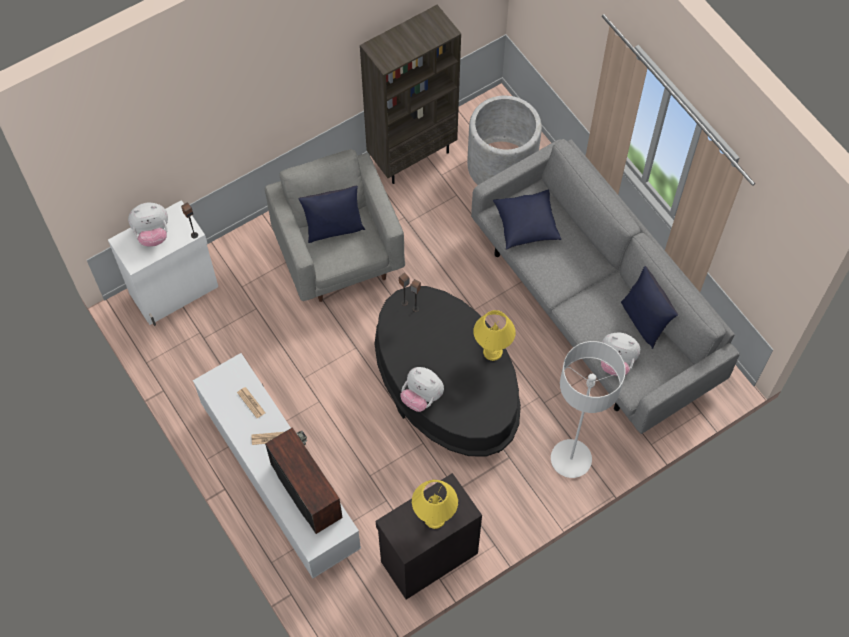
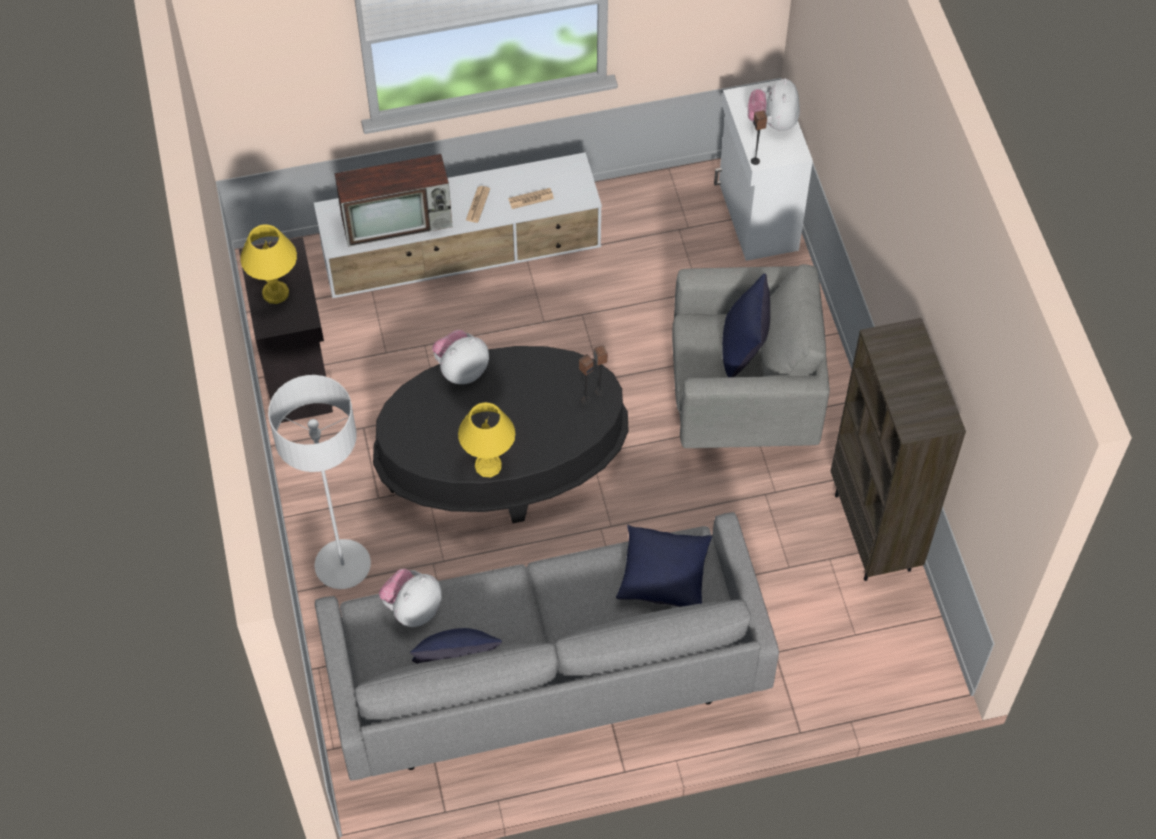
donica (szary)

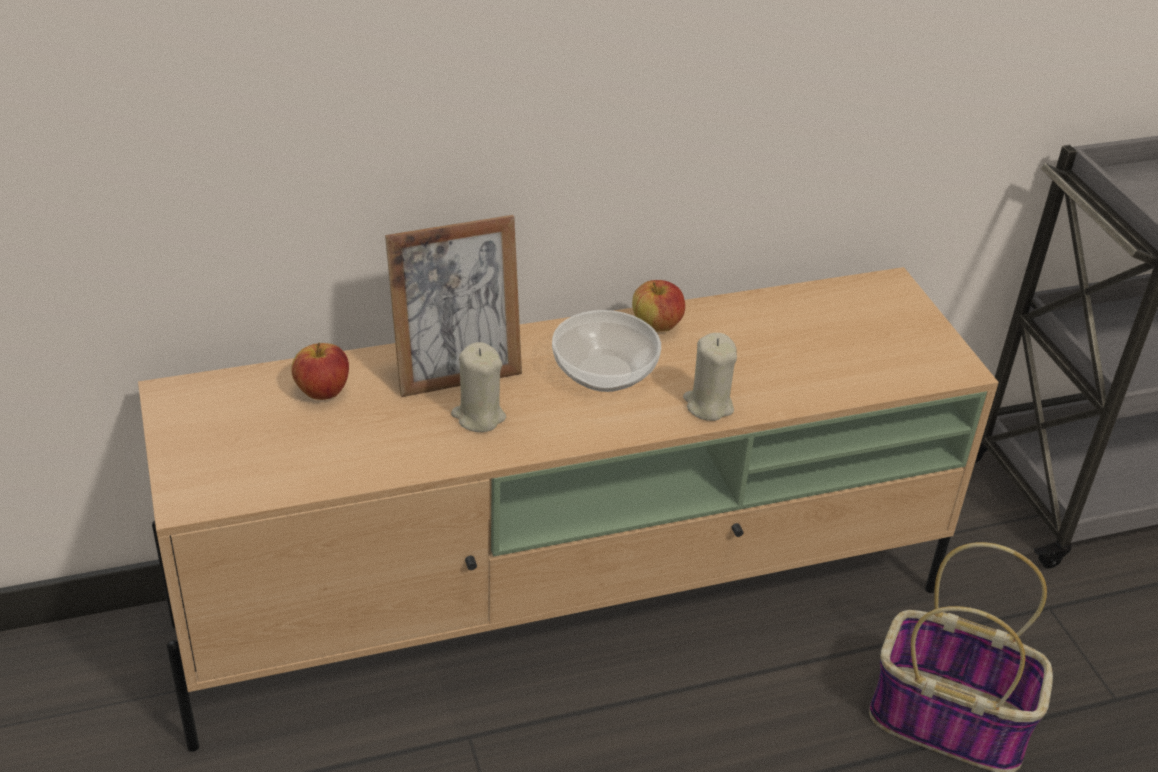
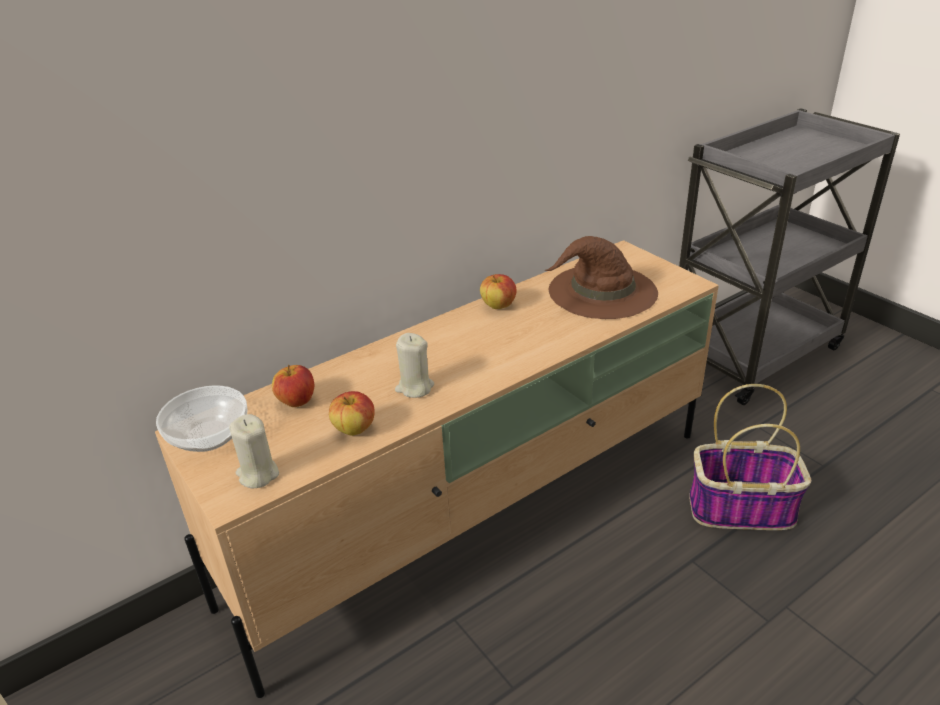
ramka na zdjęcie
jabłko (no. 2 from left)
kapelusz (brązowy)
miska
świeca (beżowy) (no. 1 from left)

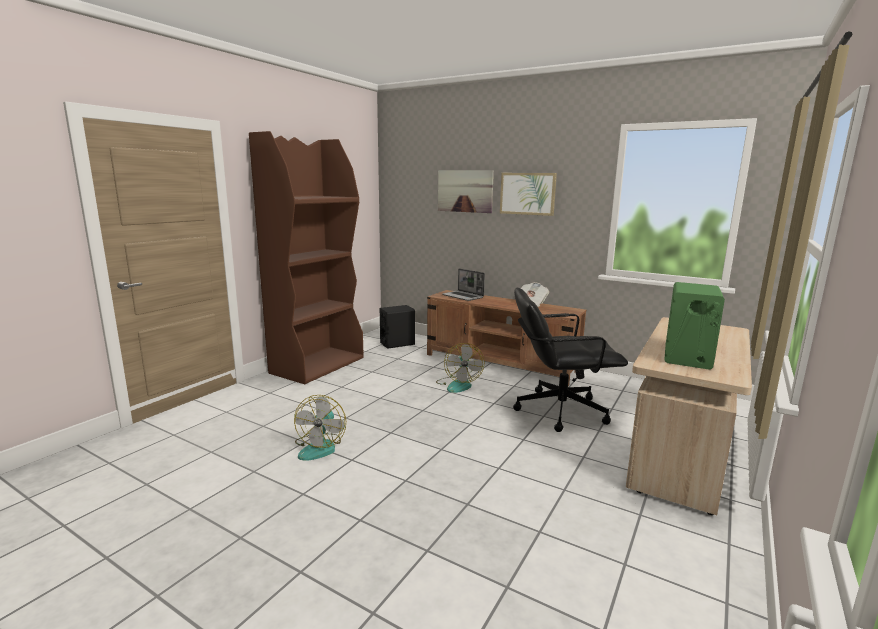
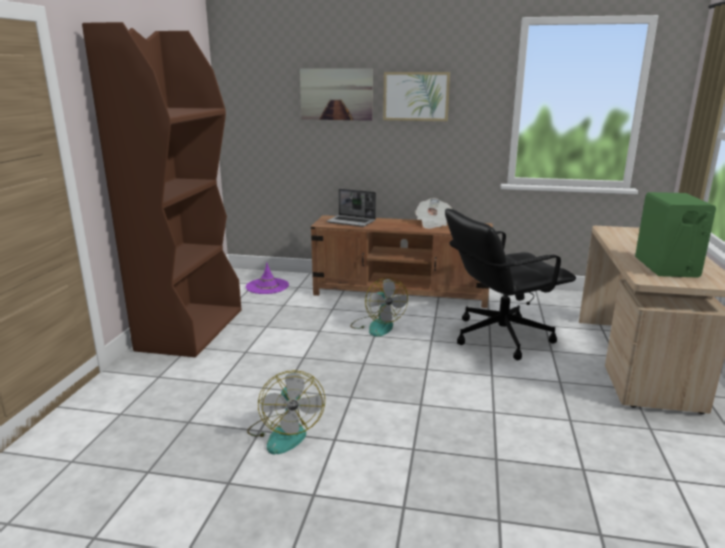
kapelusz (fioletowy)

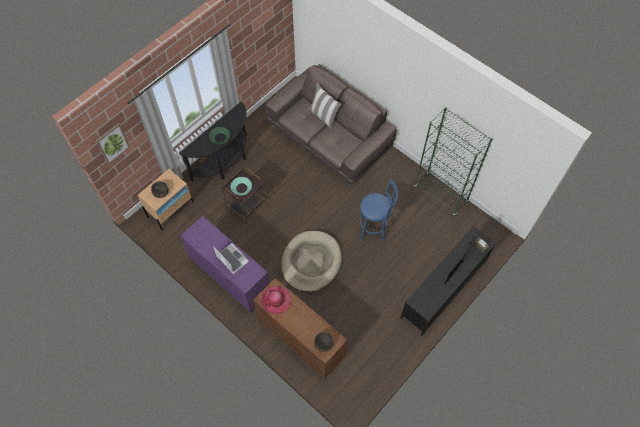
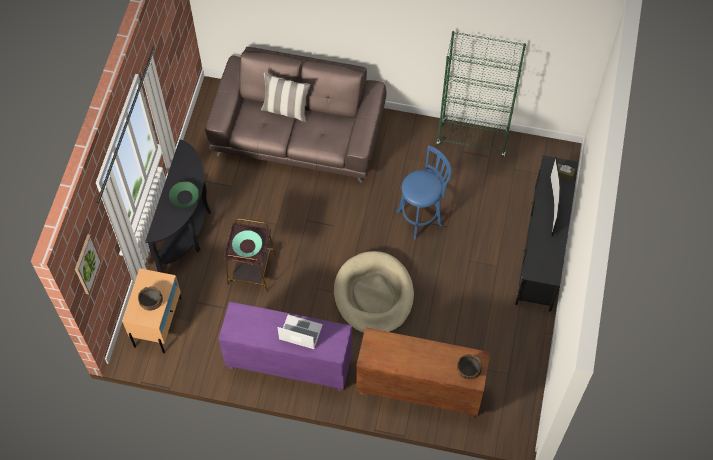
kapelusz

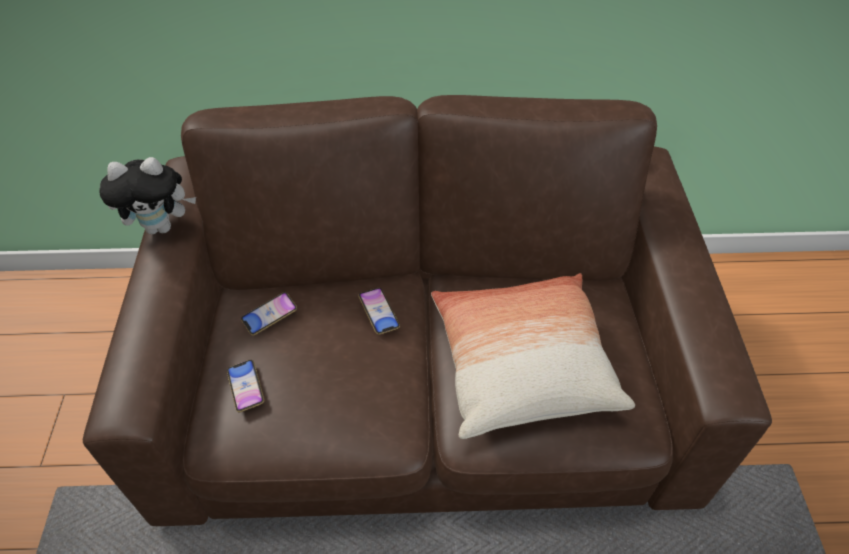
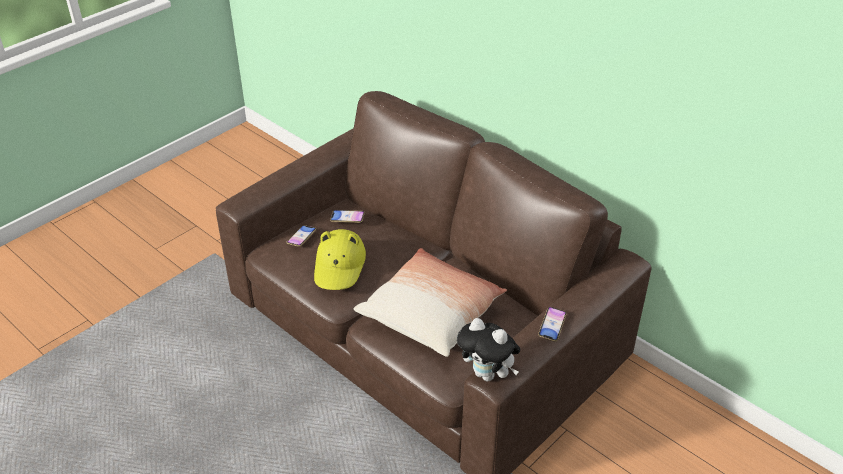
kapelusz (żółty)
pluszak
telefon (no. 3 from left)

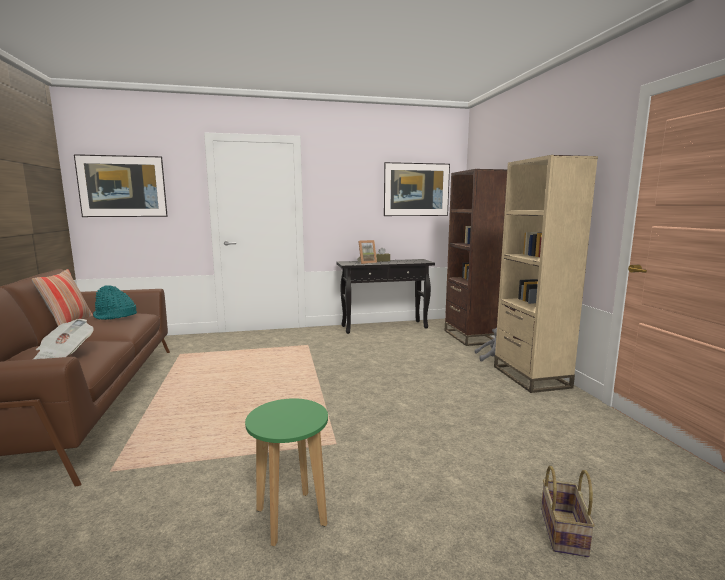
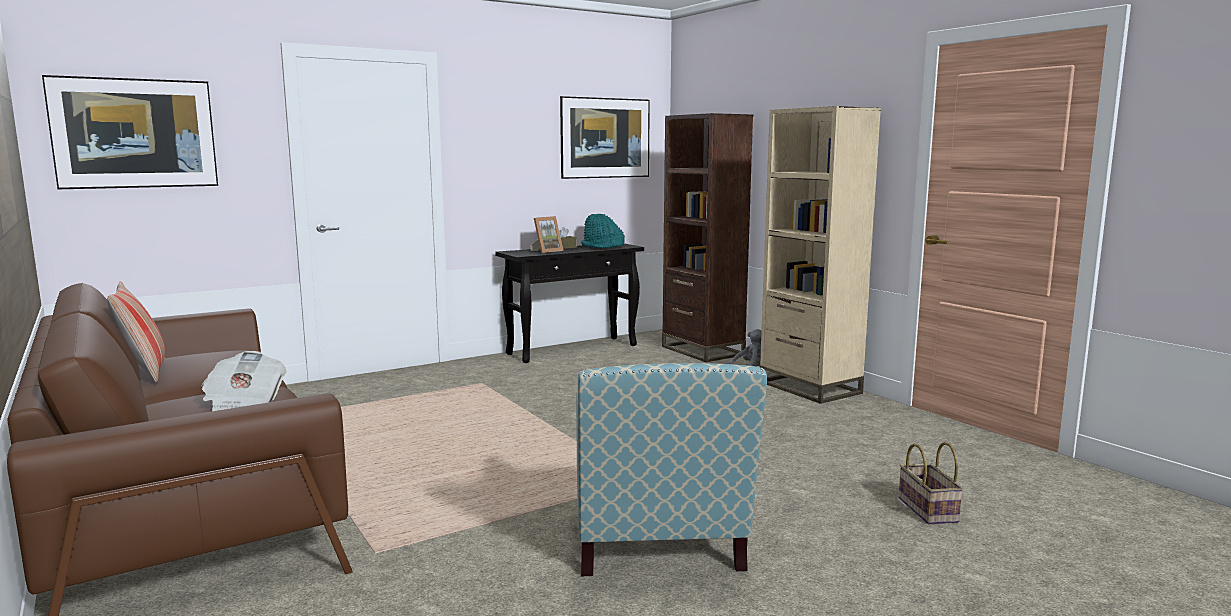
kapelusz (turkusowy)
fotel

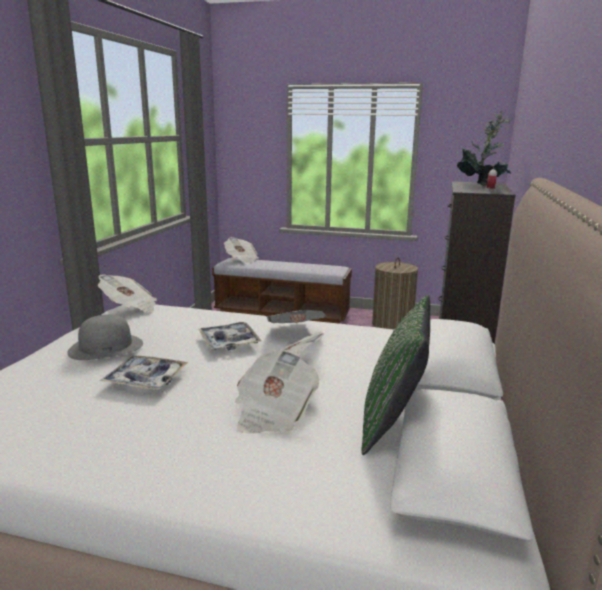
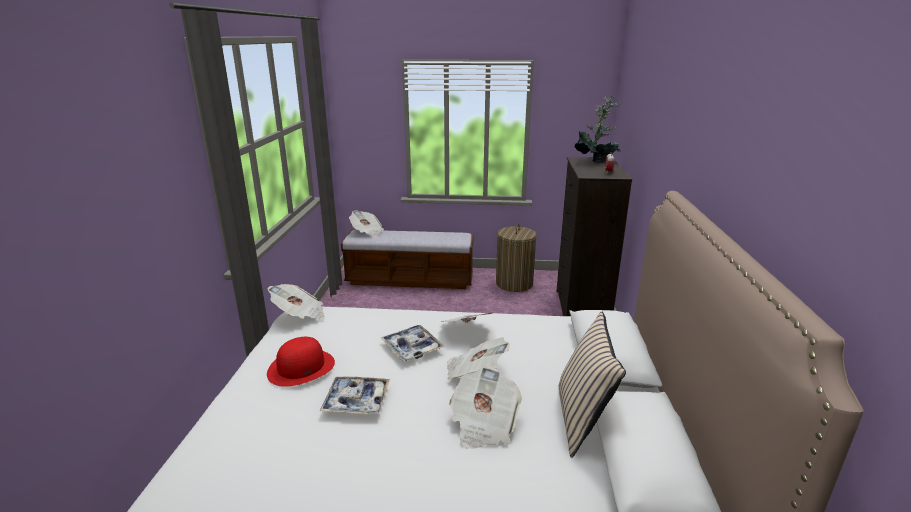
kapelusz (czerwony)
poduszka (beżowy)

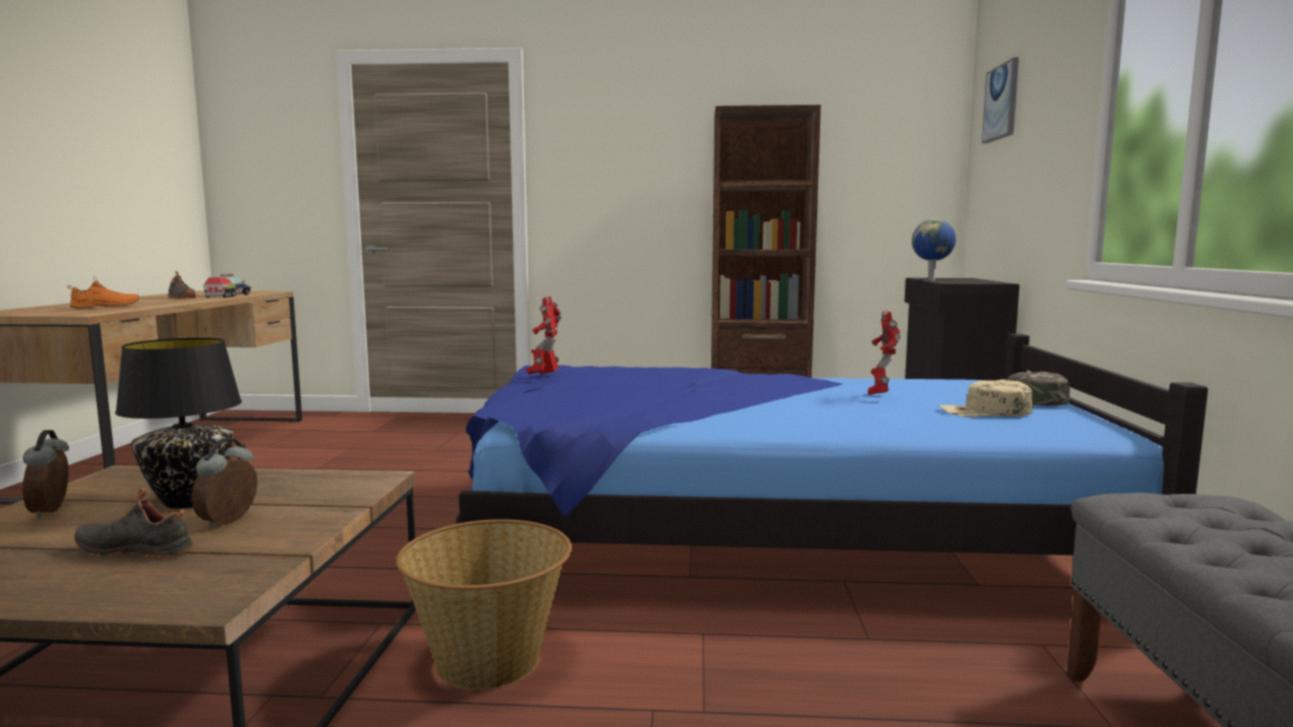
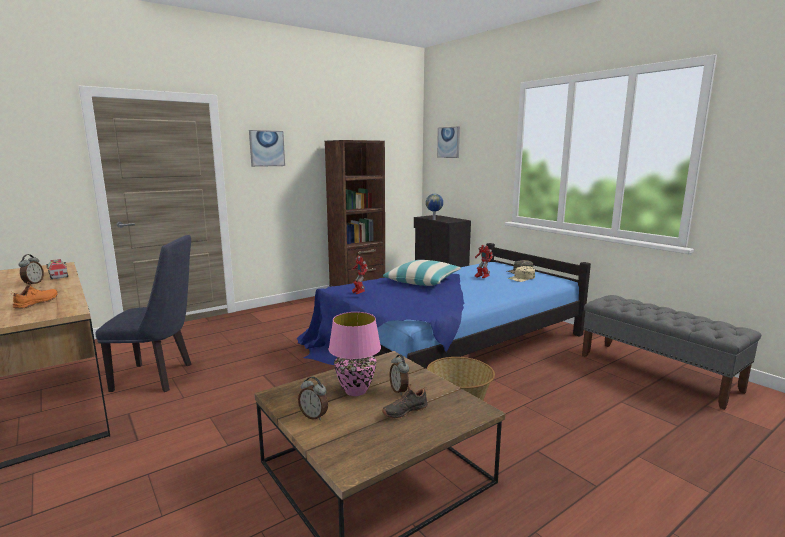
krzesło (niebieski)
obraz (no. 1 from left)
poduszka
budzik (no. 1 from left)
lampa stołowa (różowy)

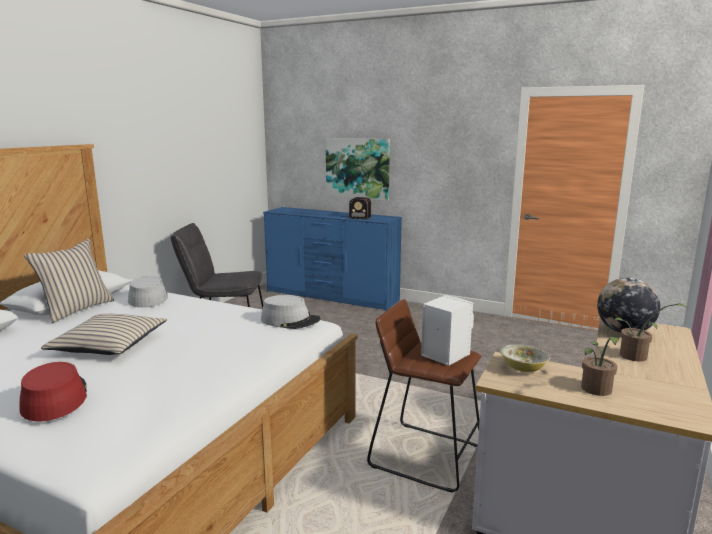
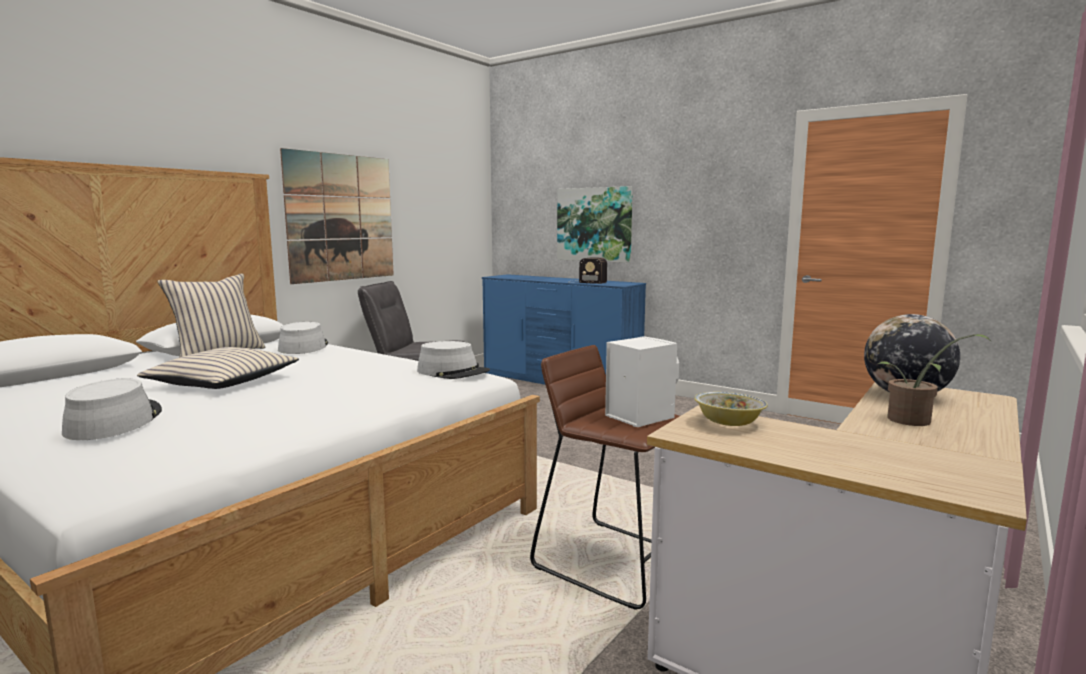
roślina doniczkowa (no. 1 from left in the first image)
obraz (no. 1 from left)
kapelusz (szary) (no. 1 from left)

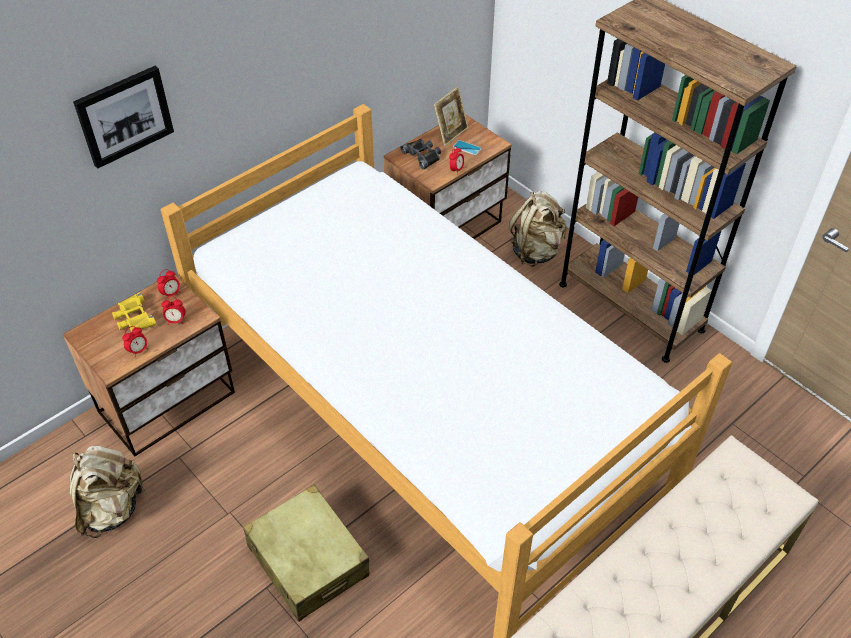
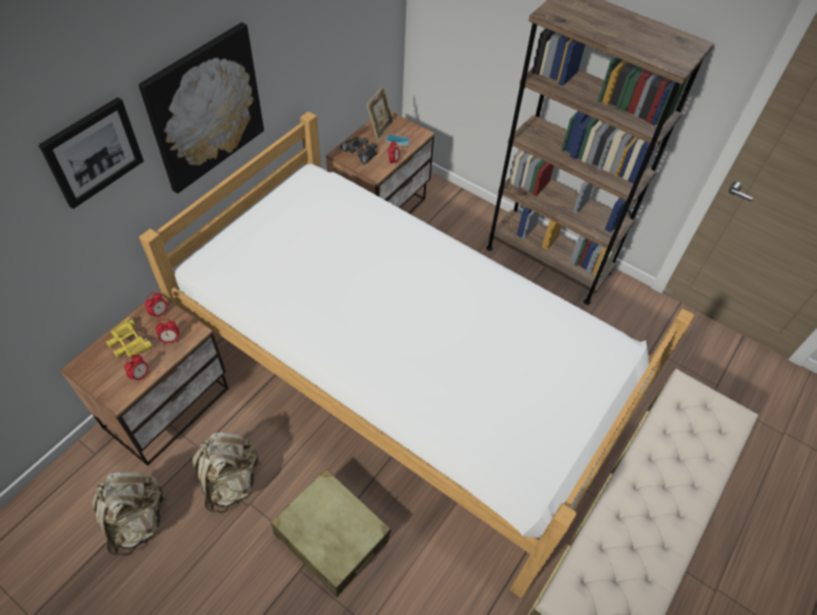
obraz (no. 2 from left)
plecak (beżowy) (no. 2 from left)

